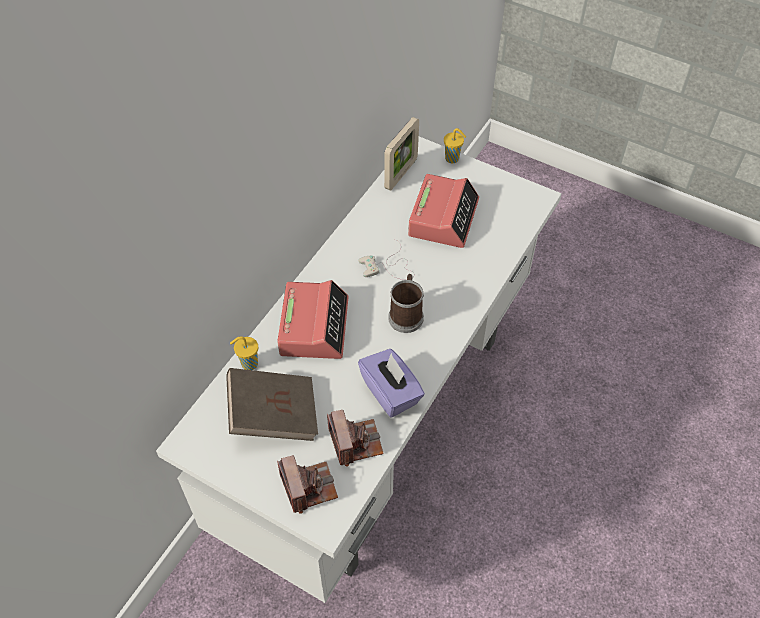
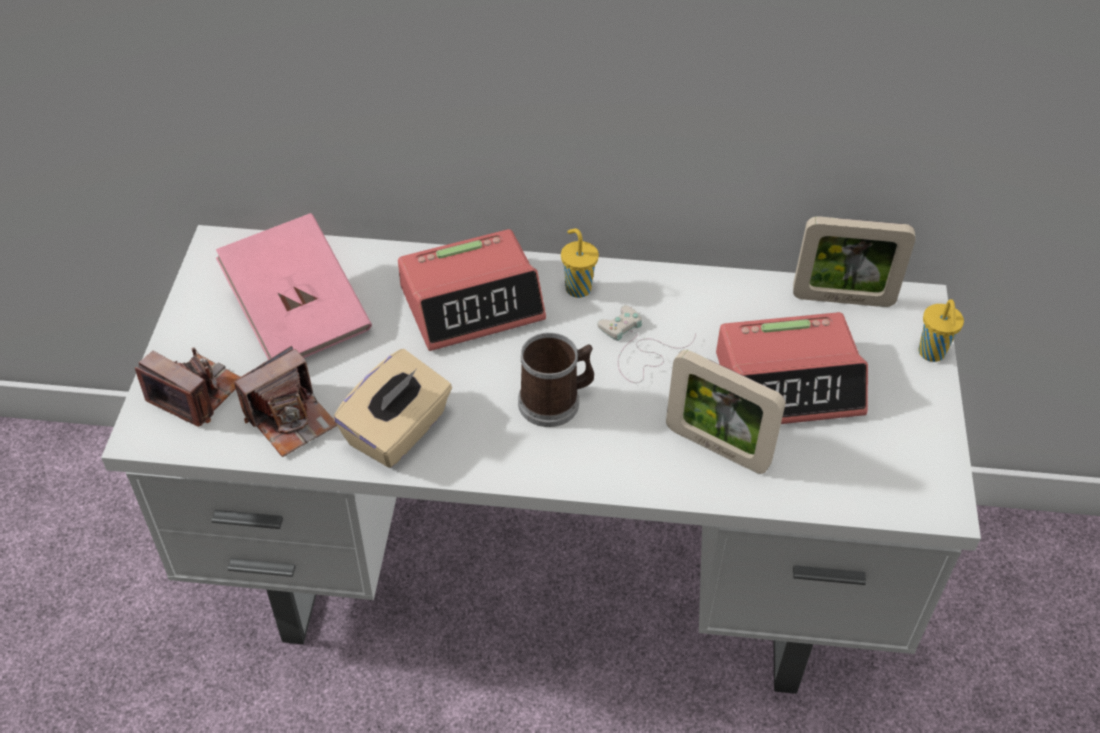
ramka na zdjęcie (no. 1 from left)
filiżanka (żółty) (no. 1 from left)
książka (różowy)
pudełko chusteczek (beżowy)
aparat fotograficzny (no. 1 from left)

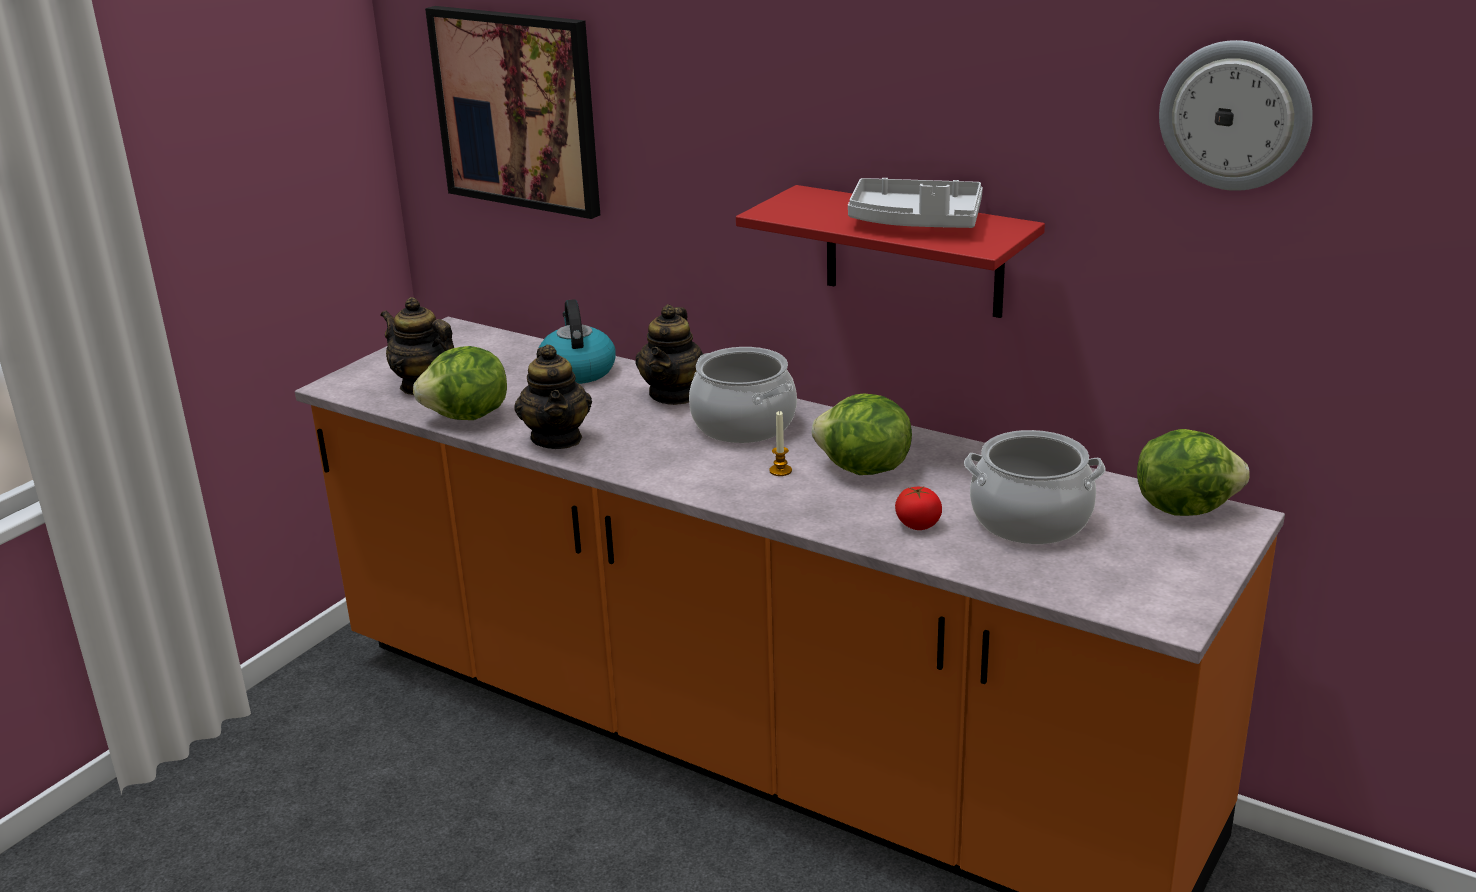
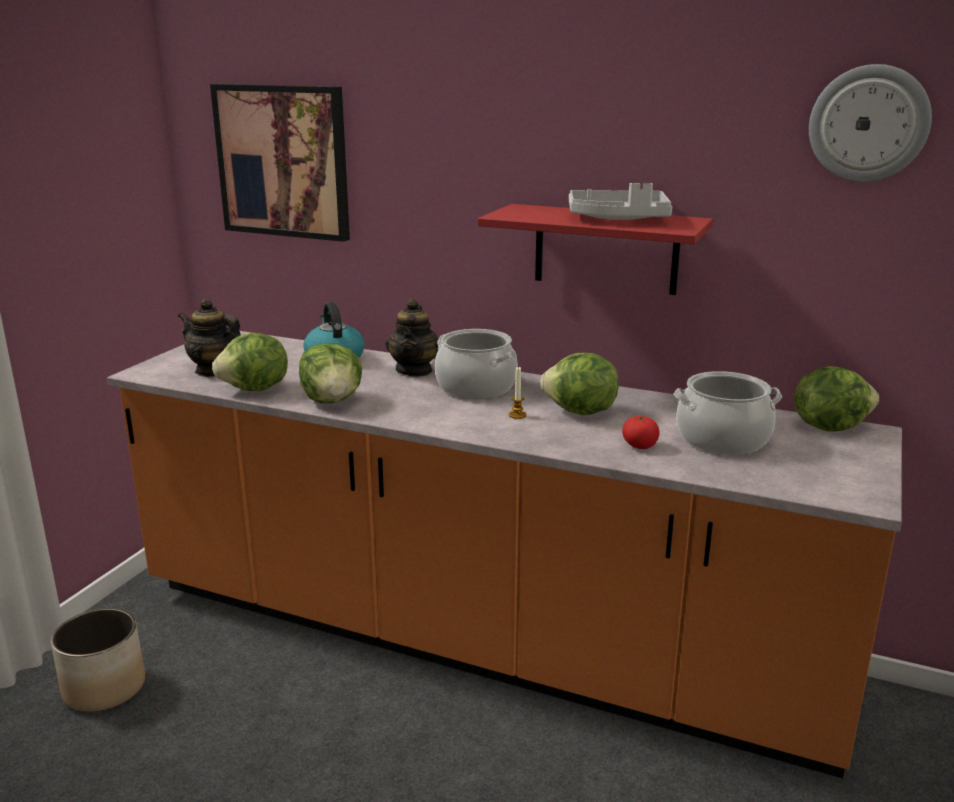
donica
sałata (no. 2 from left)

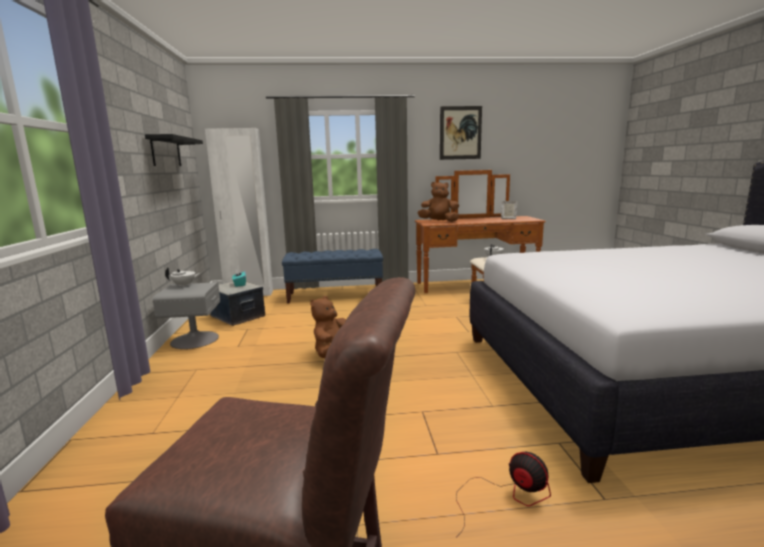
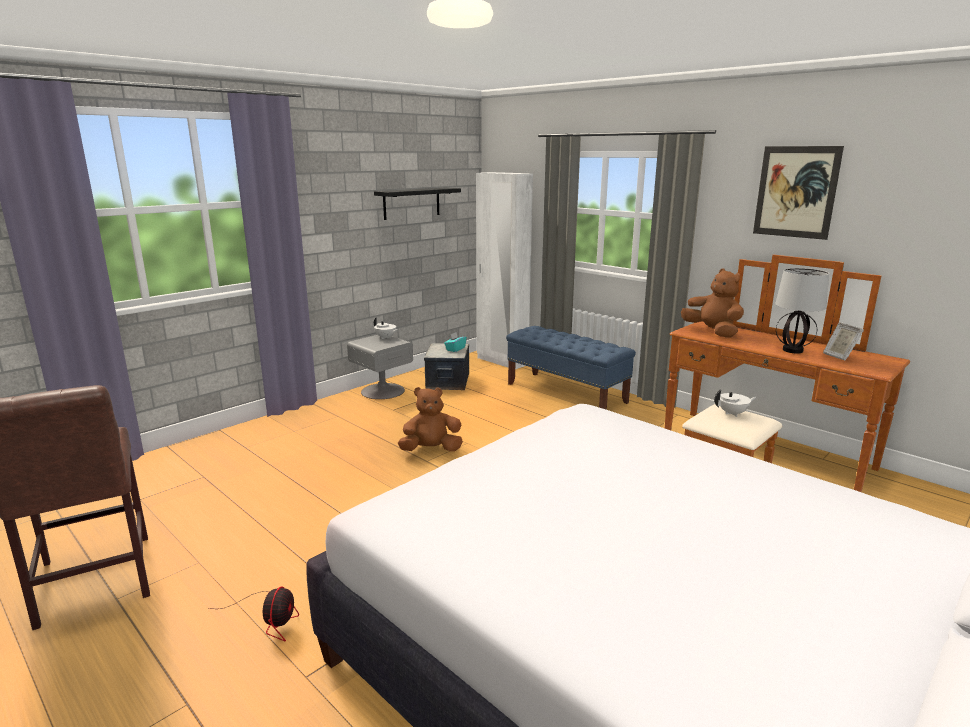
lampa stołowa

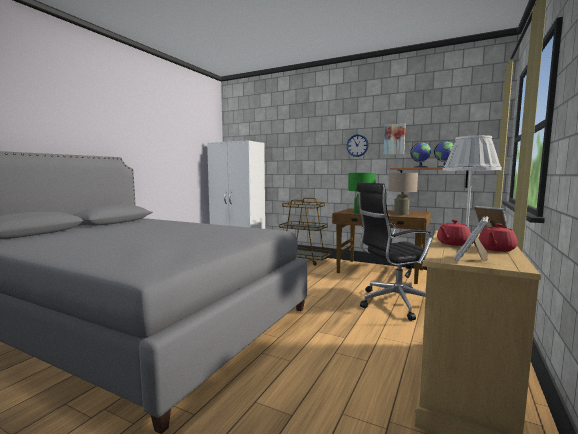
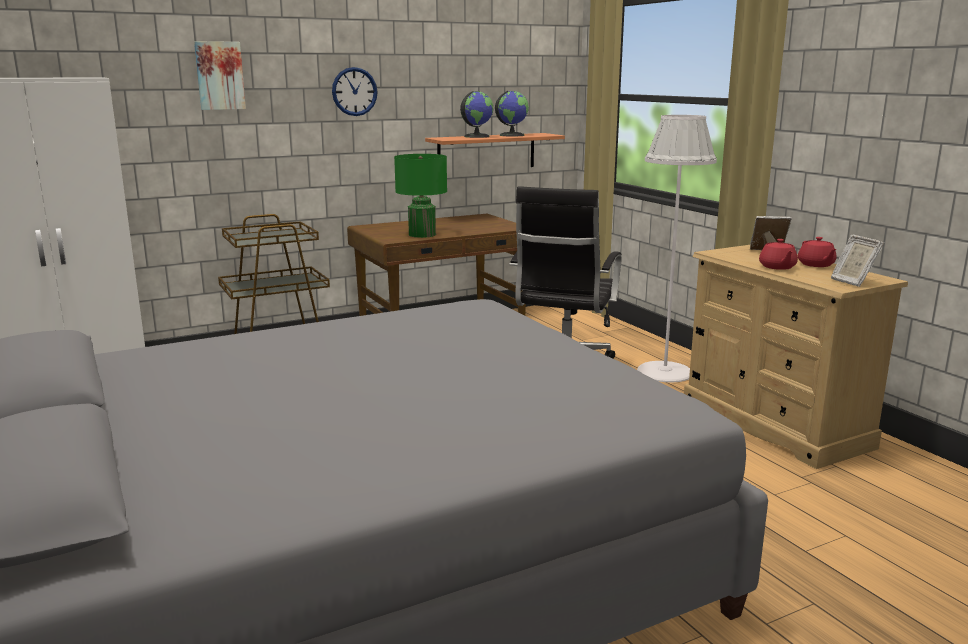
lampa stołowa (beżowy)
obraz

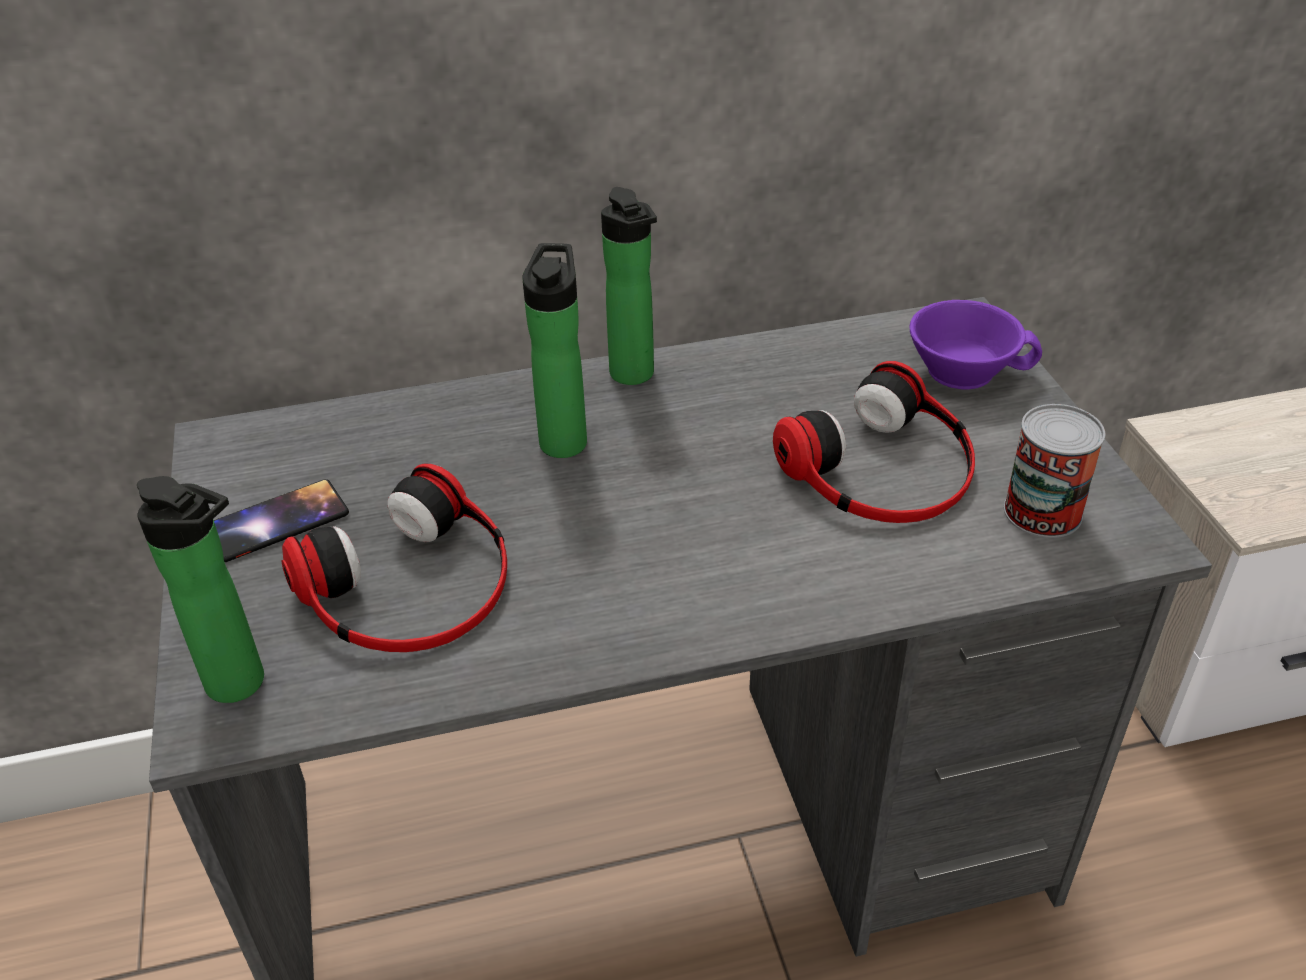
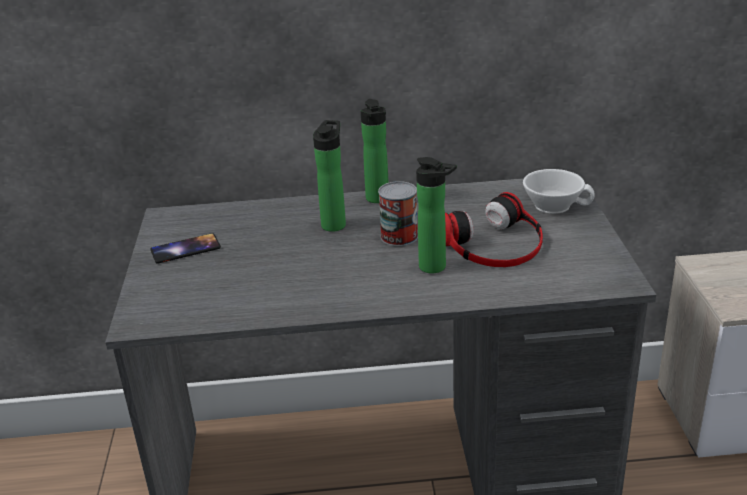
słuchawki (no. 1 from left in the first image)
butelka (no. 3 from left)
puszka
filiżanka (biały)

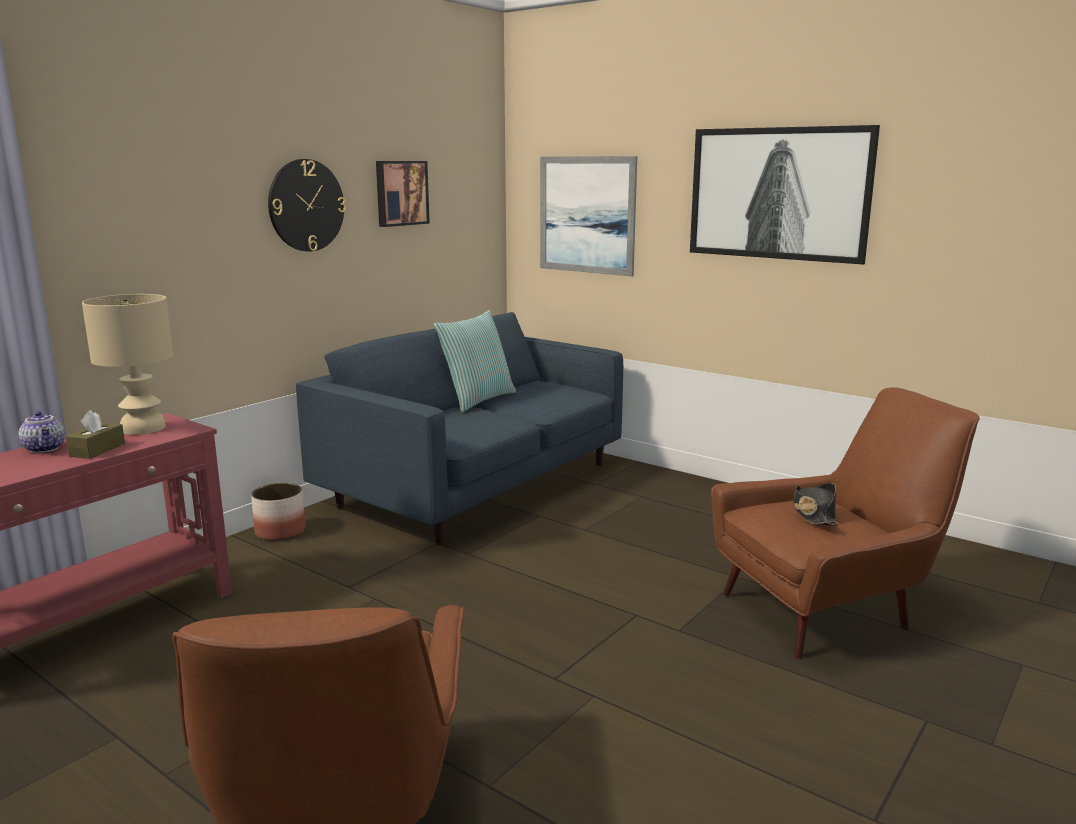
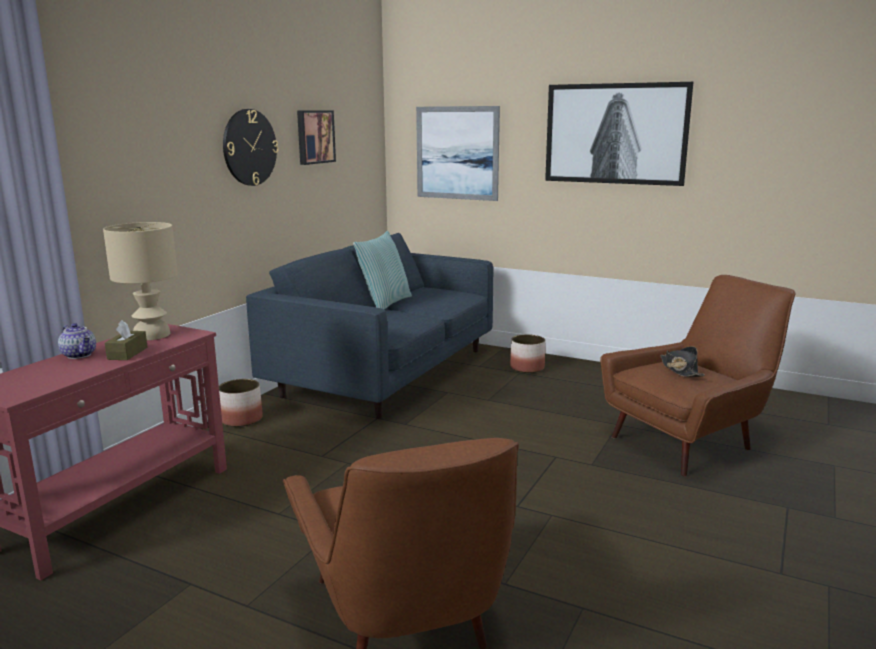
donica (no. 2 from left)

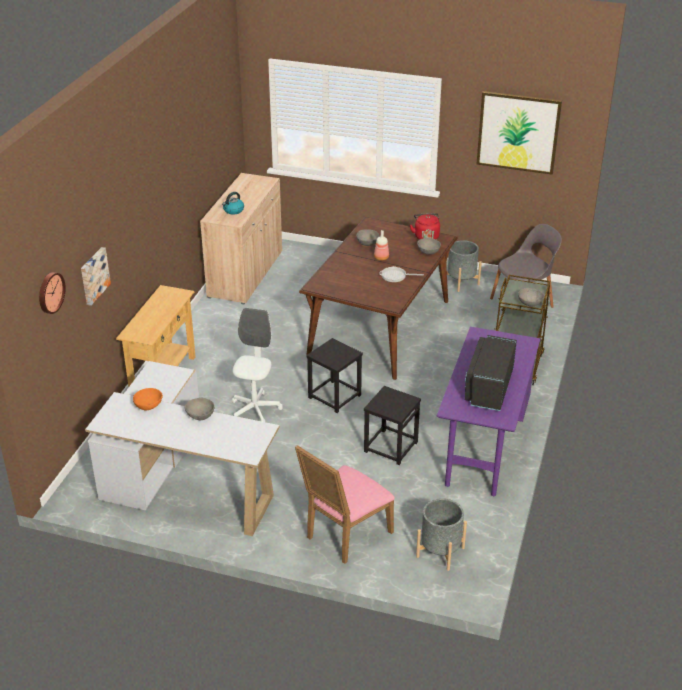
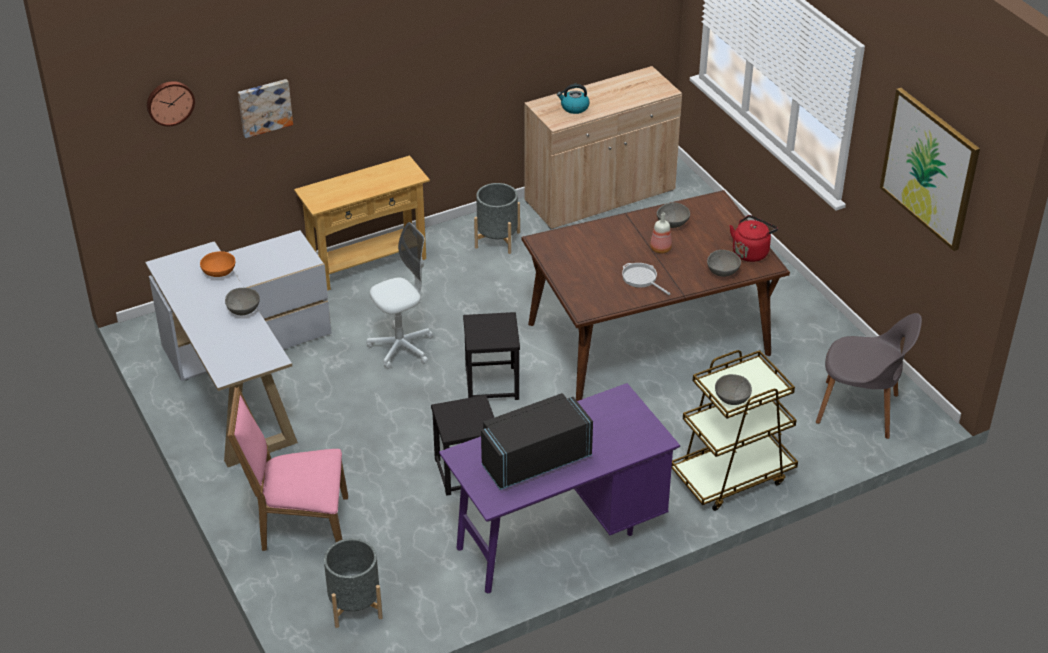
donica (szary) (no. 2 from left)

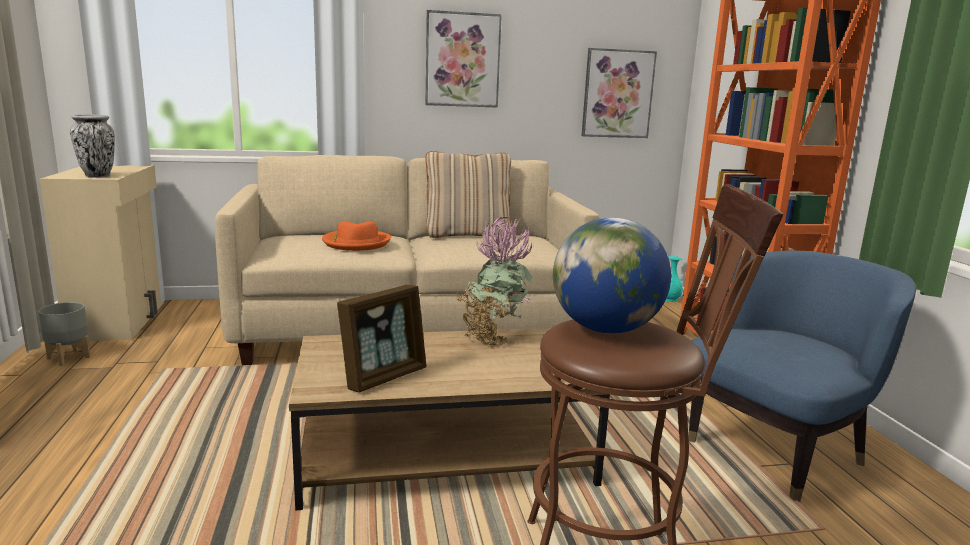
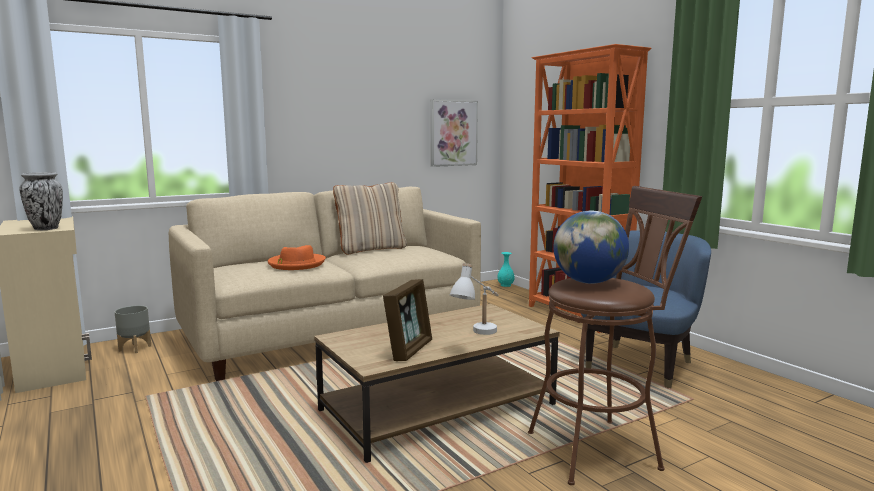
obraz (no. 1 from left in the first image)
roślina doniczkowa
lampa stołowa (biały)
donica (szary)

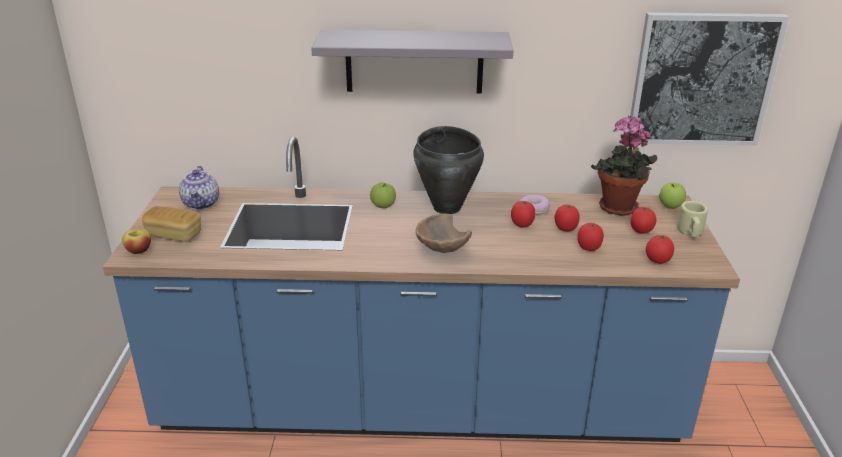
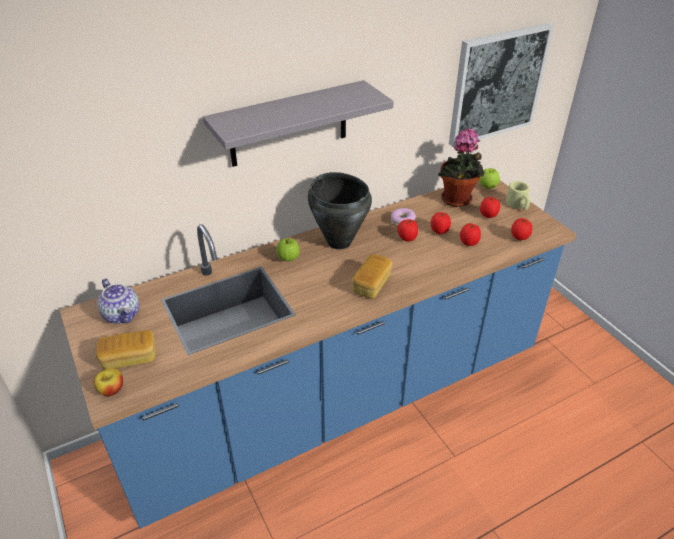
chleb (no. 2 from left)

